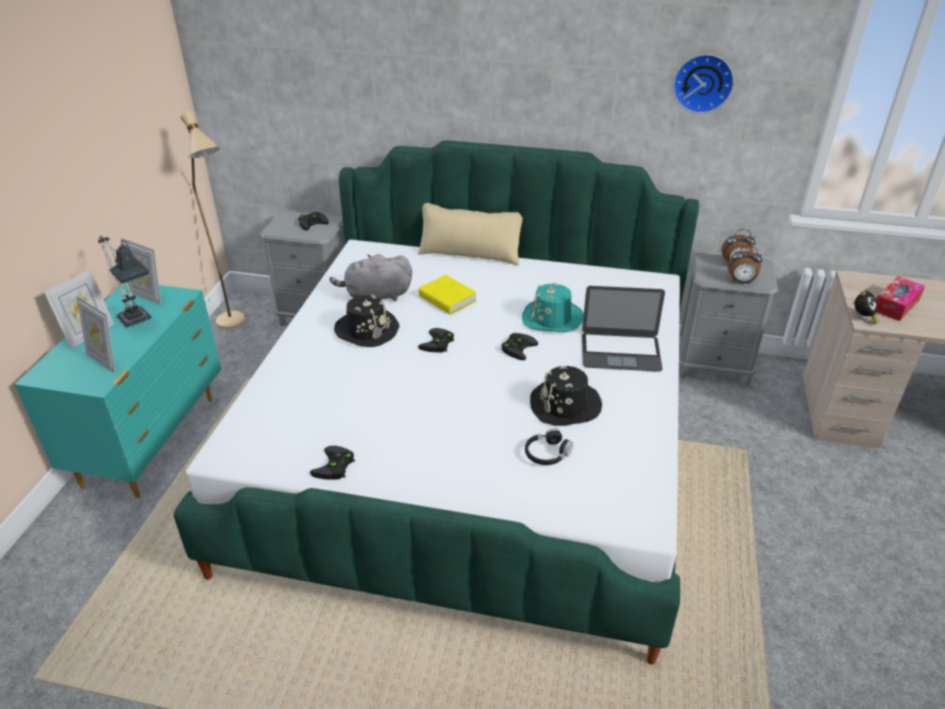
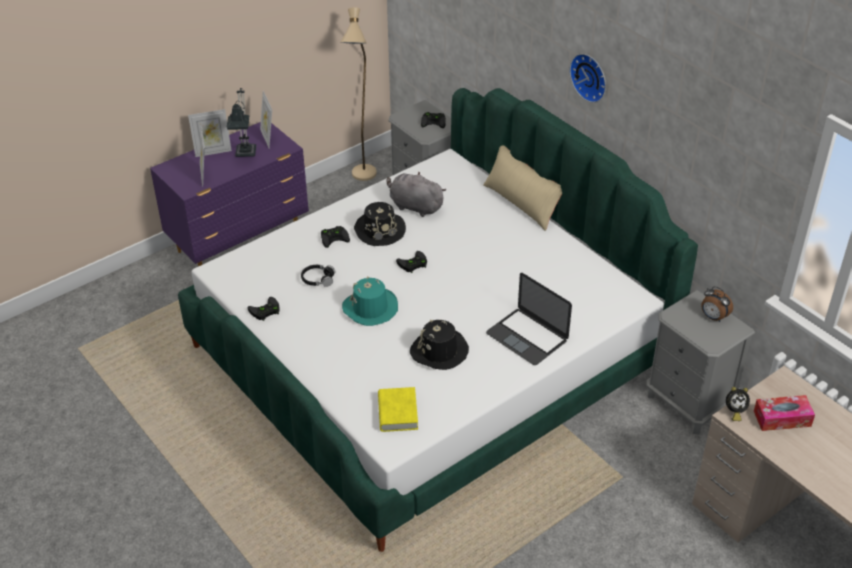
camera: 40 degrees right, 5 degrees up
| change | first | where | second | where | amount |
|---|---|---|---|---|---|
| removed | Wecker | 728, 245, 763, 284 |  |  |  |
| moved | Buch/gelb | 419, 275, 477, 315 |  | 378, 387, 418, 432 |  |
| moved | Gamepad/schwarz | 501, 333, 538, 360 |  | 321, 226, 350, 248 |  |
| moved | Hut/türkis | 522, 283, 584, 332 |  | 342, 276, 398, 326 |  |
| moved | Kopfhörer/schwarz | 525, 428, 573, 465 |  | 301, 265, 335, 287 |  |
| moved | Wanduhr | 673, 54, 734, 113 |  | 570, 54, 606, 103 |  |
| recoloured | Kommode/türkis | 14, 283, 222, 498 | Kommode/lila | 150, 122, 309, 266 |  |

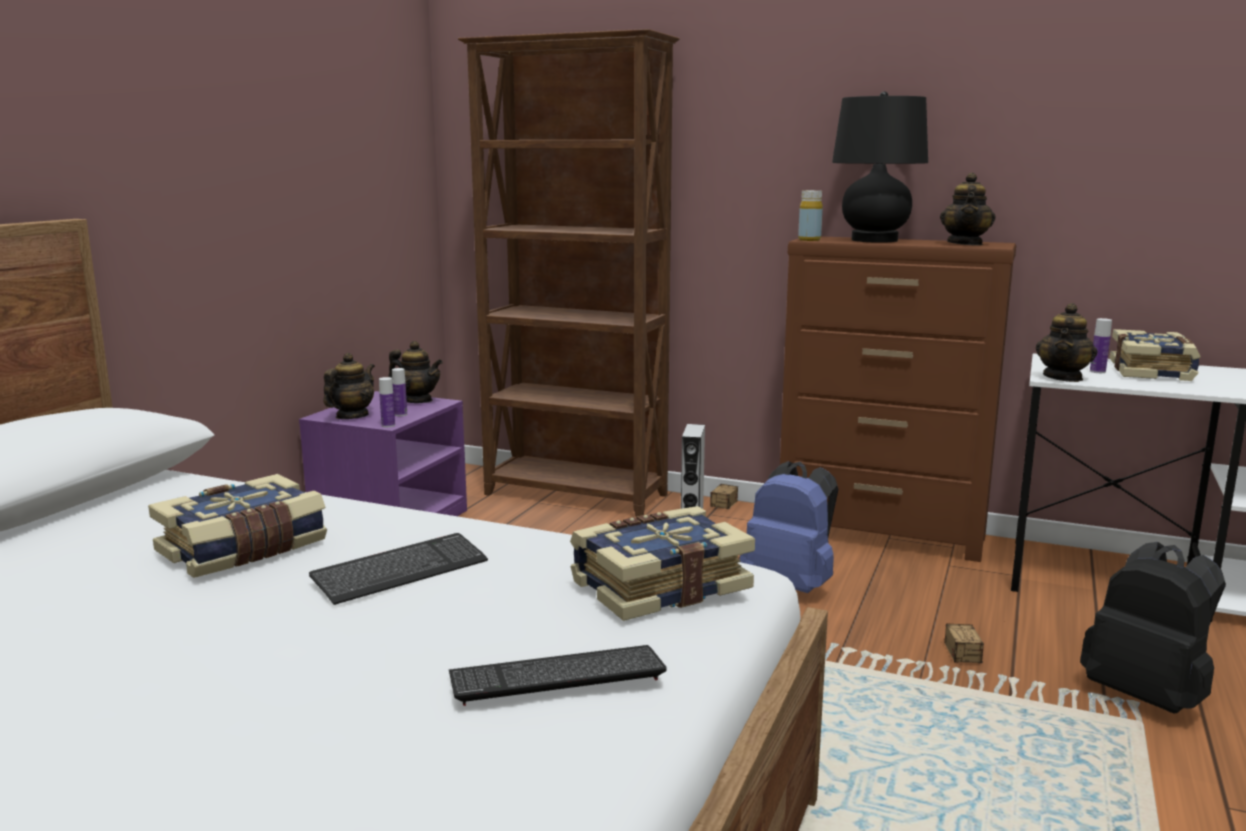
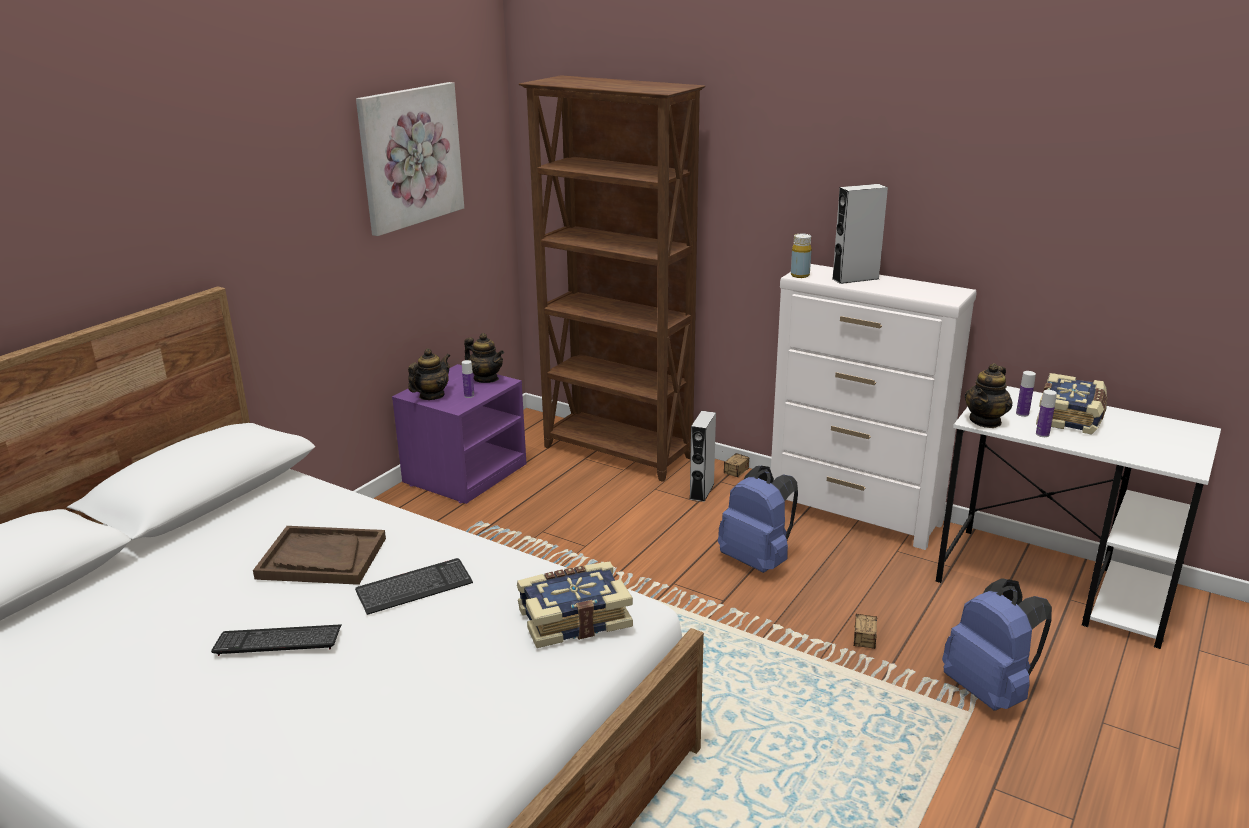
camera: 10 degrees right, 10 degrees up
| change | first | where | second | where | amount |
|---|---|---|---|---|---|
| removed | Teekanne | 940, 172, 996, 246 |  |  |  |
| added |  |  | Bild | 356, 82, 464, 236 |  |
| moved | Flasche | 379, 377, 395, 427 |  | 1036, 390, 1057, 437 |  |
| moved | Tastatur | 449, 645, 667, 706 |  | 211, 624, 342, 656 |  |
| replaced | Buch | 148, 474, 327, 578 | Tablett/braun | 253, 526, 386, 585 |  |
| replaced | Tischlampe/schwarz | 832, 91, 928, 243 | Lautsprecher/grau | 832, 184, 888, 284 |  |
| recoloured | Kommode/braun | 780, 236, 1016, 562 | Kommode/weiß | 771, 264, 977, 550 |  |
| recoloured | Rucksack/schwarz | 1080, 542, 1226, 714 | Rucksack/blau | 942, 578, 1052, 711 |  |

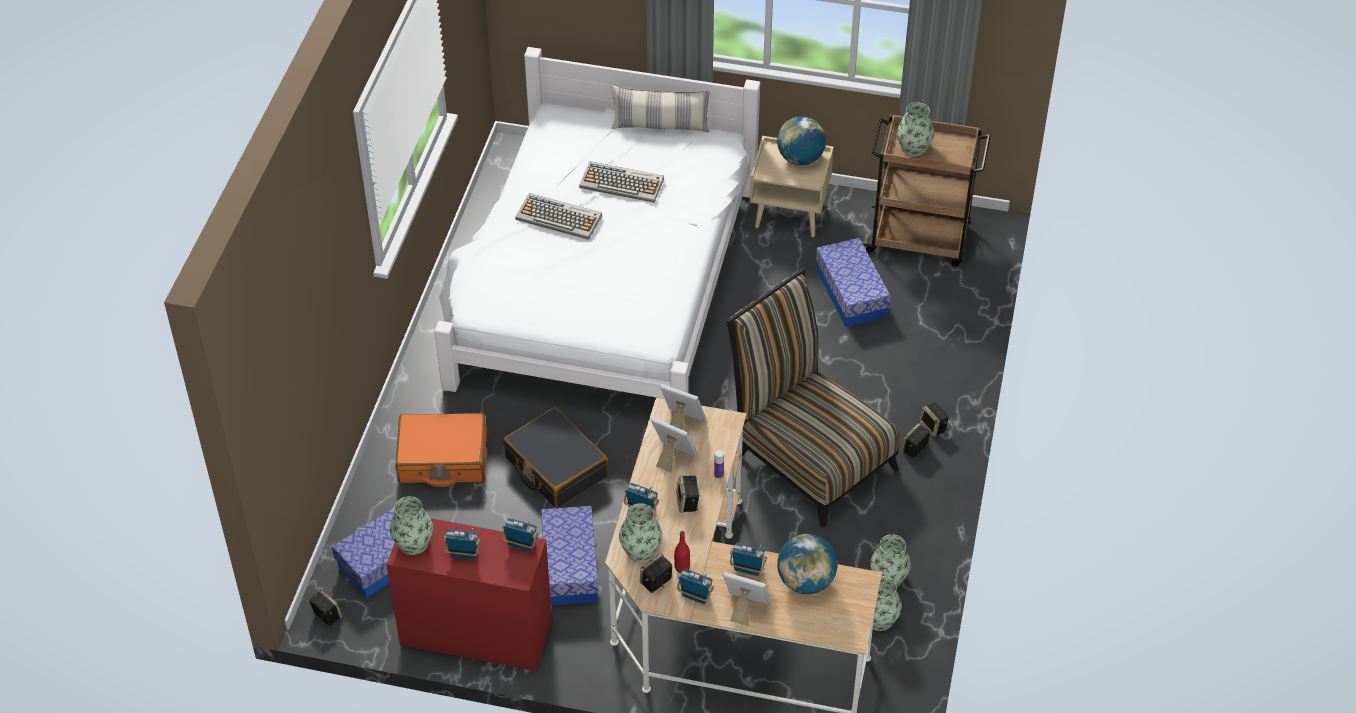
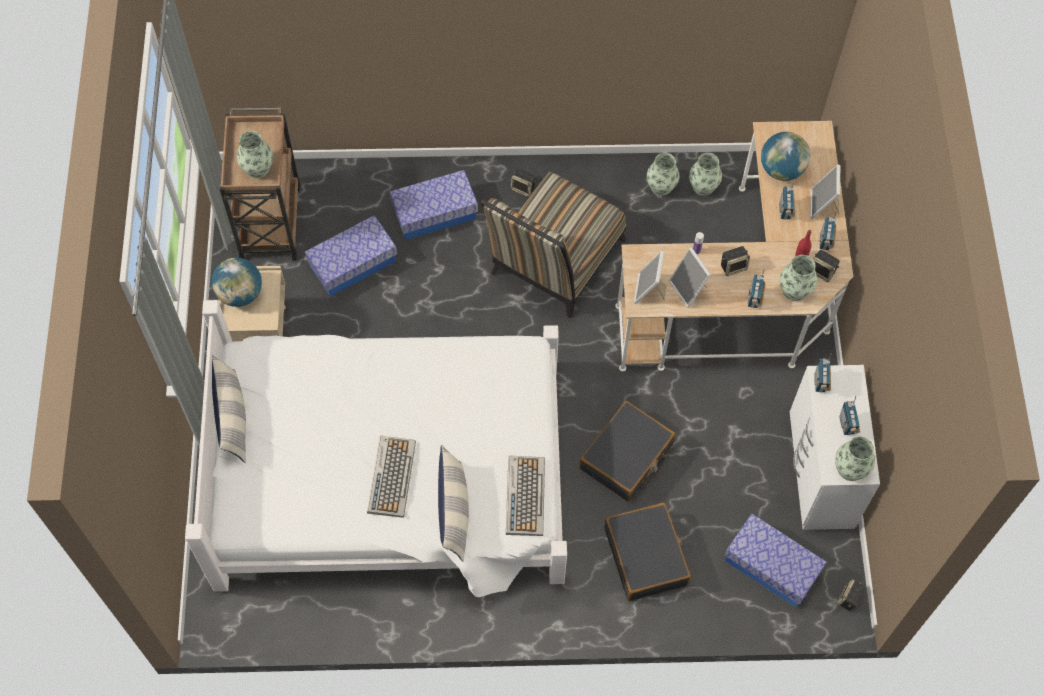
camera: 105 degrees left, 15 degrees up
| change | first | where | second | where | amount |
|---|---|---|---|---|---|
| removed | Lautsprecher | 919, 402, 949, 437 |  |  |  |
| added |  |  | Kissen | 438, 445, 469, 562 |  |
| moved | Aufbewahrungsbox | 541, 506, 598, 605 |  | 390, 170, 478, 240 |  |
| moved | Tastatur | 579, 161, 664, 203 |  | 506, 456, 545, 536 |  |
| recoloured | Kommode/rot | 386, 518, 552, 671 | Kommode/weiß | 790, 365, 880, 530 |  |
| recoloured | Koffer/orange | 395, 413, 487, 487 | Koffer/schwarz | 604, 503, 691, 601 |  |
| turned | Bilderrahmen | 651, 417, 697, 473 |  | 669, 247, 711, 308 | 45 degrees counterclockwise |

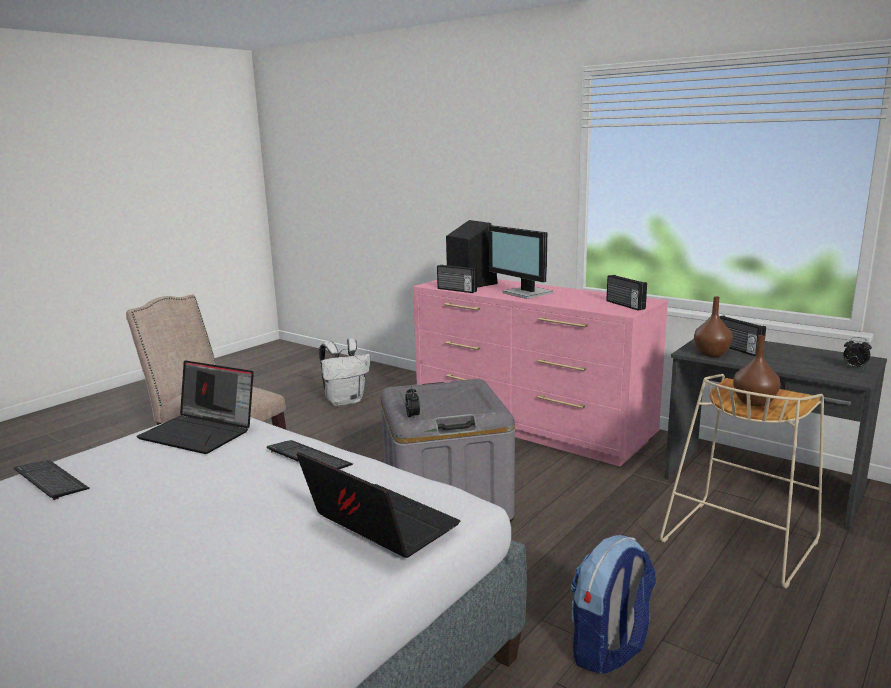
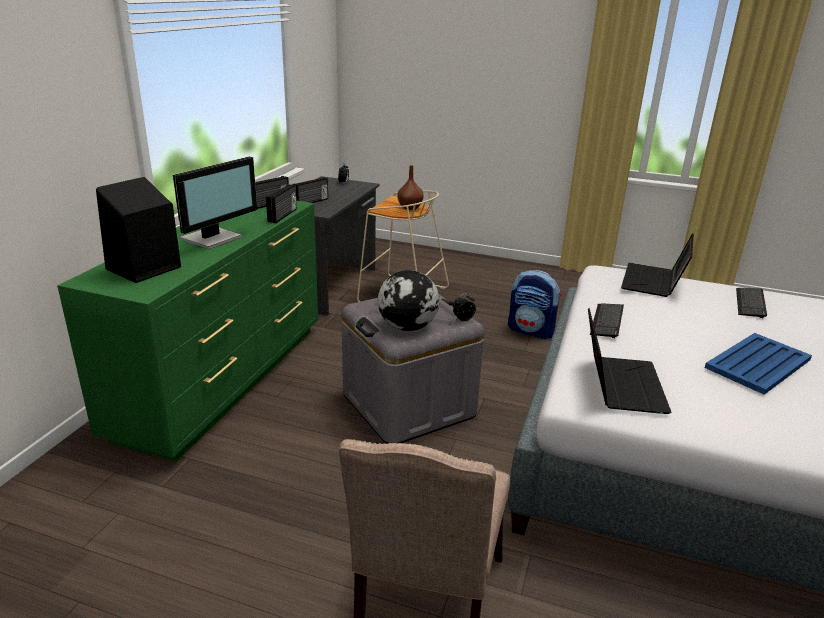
camera: 110 degrees left, 10 degrees up
| change | first | where | second | where | amount |
|---|---|---|---|---|---|
| removed | Rucksack/weiß | 319, 338, 370, 406 |  |  |  |
| removed | Vase/braun | 694, 296, 733, 357 |  |  |  |
| added |  |  | Globus | 378, 270, 440, 331 |  |
| added |  |  | Tablett/blau | 705, 333, 812, 395 |  |
| moved | Tastatur | 14, 460, 90, 500 |  | 736, 288, 767, 318 |  |
| moved | Radio | 437, 265, 477, 293 |  | 266, 184, 296, 223 |  |
| recoloured | Kommode/rosa | 413, 279, 668, 466 | Kommode/grün | 57, 201, 318, 462 |  |

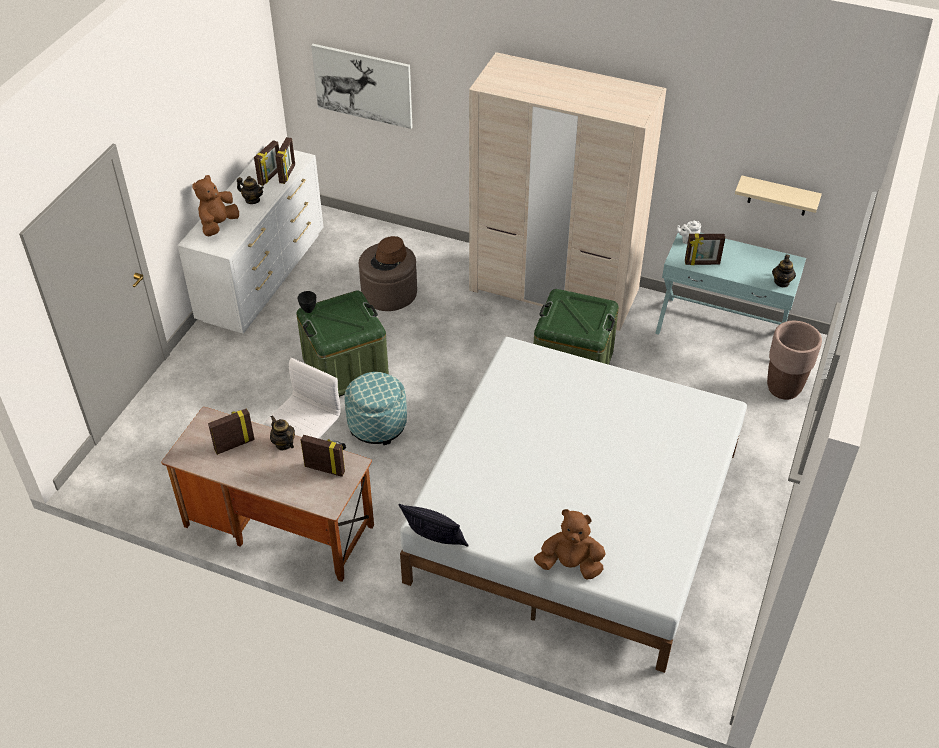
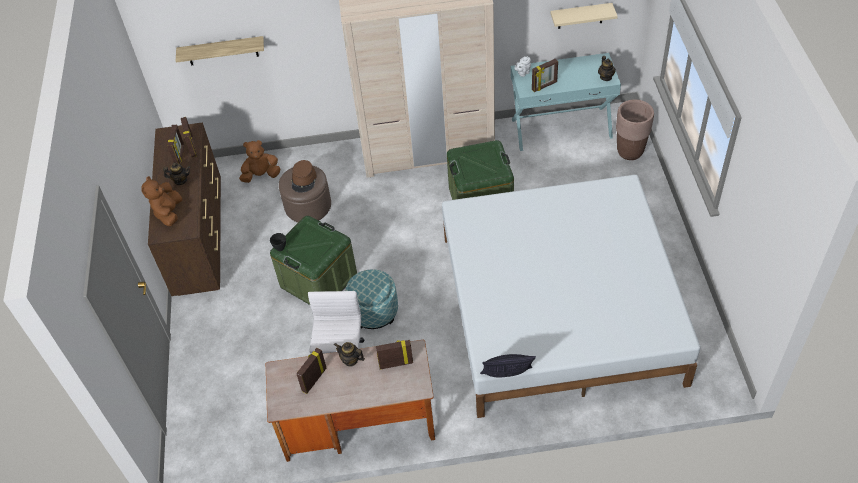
camera: 25 degrees left, 5 degrees up
| change | first | where | second | where | amount |
|---|---|---|---|---|---|
| moved | Plüschtier/braun | 534, 509, 606, 580 |  | 239, 140, 280, 183 |  |
| replaced | Bild | 311, 44, 412, 129 | Wandregal | 176, 36, 264, 65 |  |
| recoloured | Kommode/weiß | 178, 144, 323, 334 | Kommode/braun | 148, 123, 221, 296 |  |

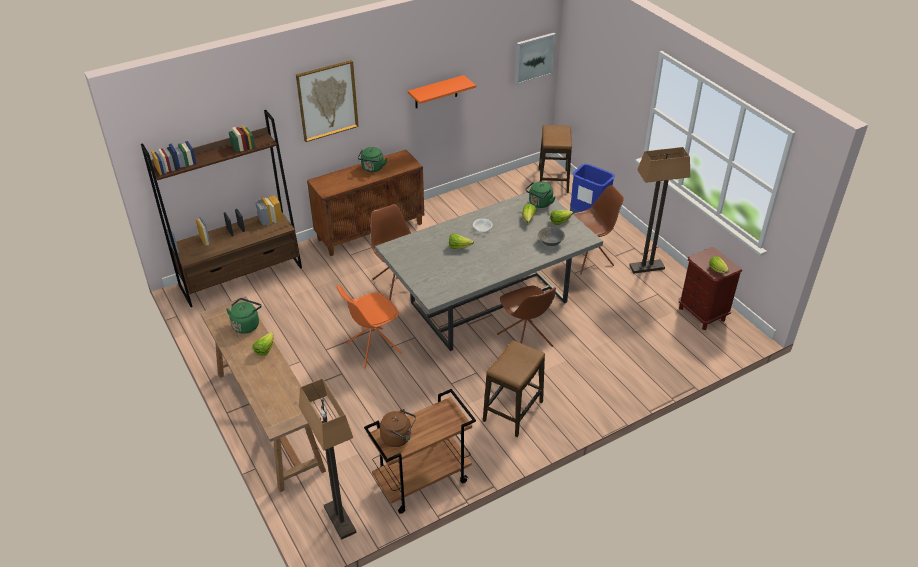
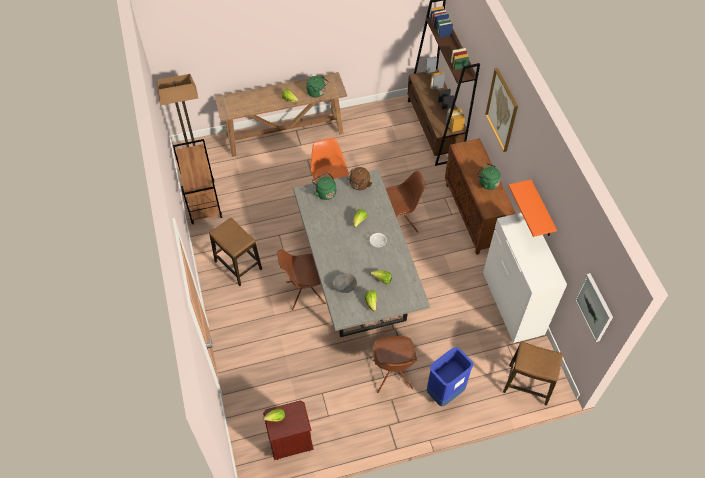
camera: 105 degrees right, 15 degrees up
| change | first | where | second | where | amount |
|---|---|---|---|---|---|
| removed | Stehlampe | 629, 147, 690, 274 |  |  |  |
| added |  |  | Kommode/weiß | 483, 213, 567, 343 |  |
| moved | Wasserkessel/braun | 380, 409, 416, 447 |  | 346, 167, 372, 190 |  |
| moved | Wasserkessel/grün | 525, 181, 556, 208 |  | 312, 172, 336, 200 |  |

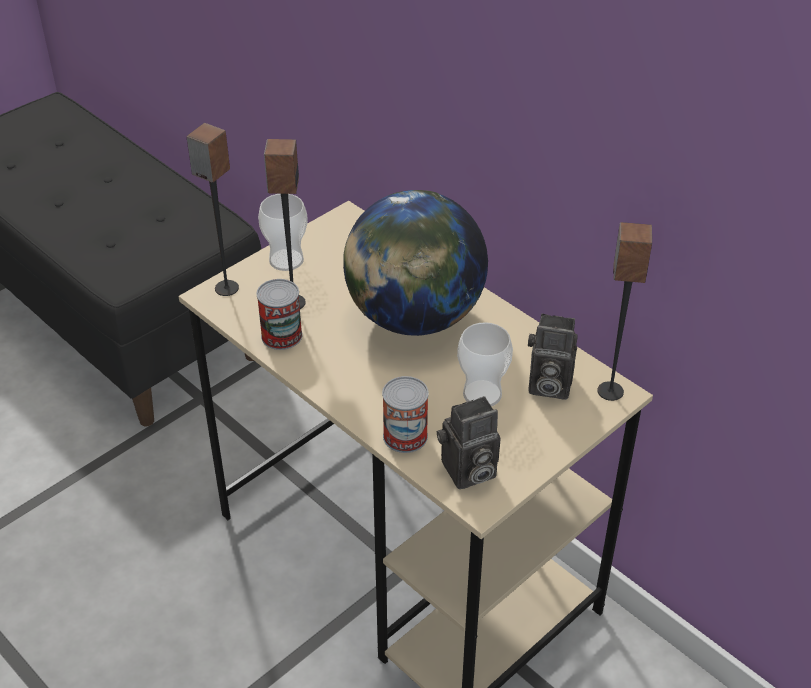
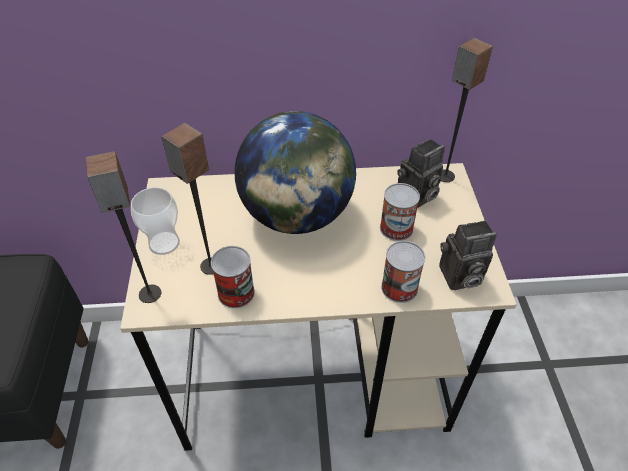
camera: 50 degrees left, 5 degrees up
| change | first | where | second | where | amount |
|---|---|---|---|---|---|
| replaced | Tasse | 457, 322, 513, 406 | Dose | 380, 183, 420, 241 |  |
| turned | Kamera | 437, 396, 501, 489 |  | 439, 220, 497, 290 | 60 degrees clockwise |

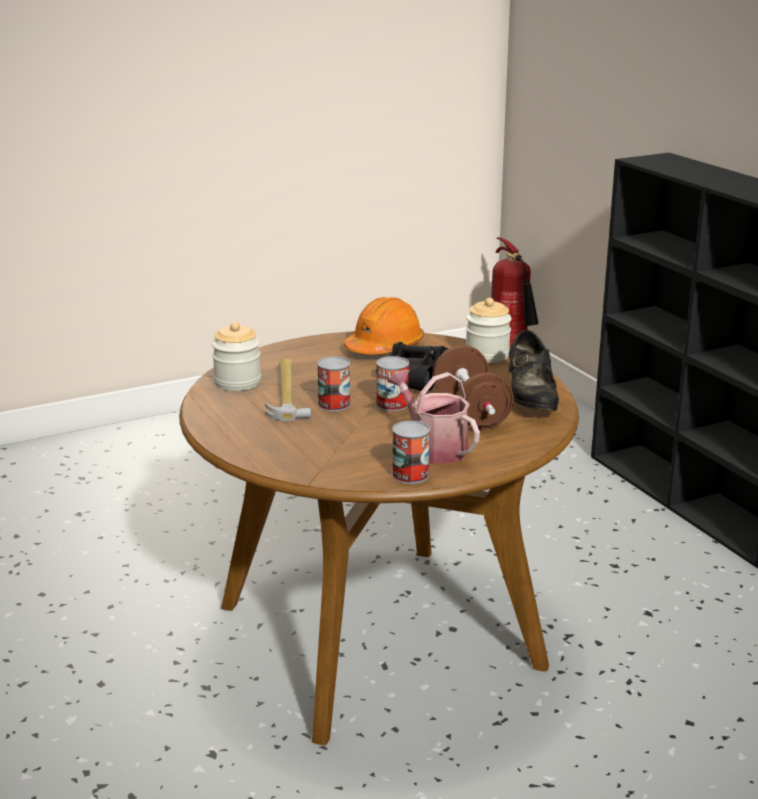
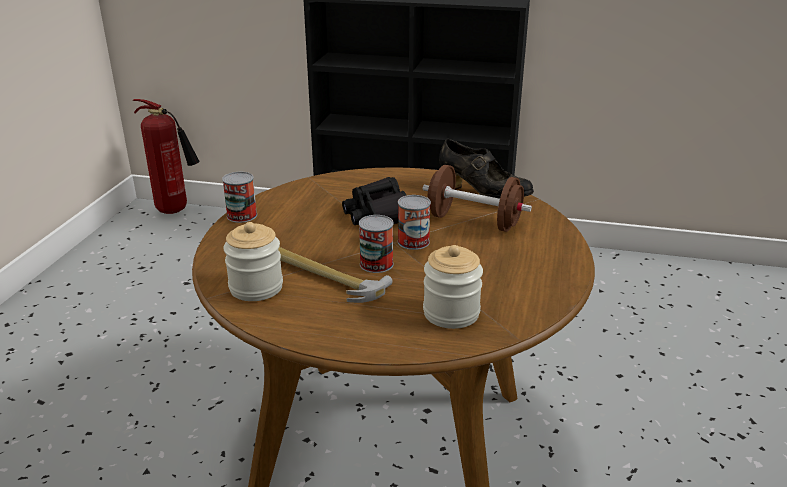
camera: 50 degrees left, 5 degrees up
| change | first | where | second | where | amount |
|---|---|---|---|---|---|
| removed | Schutzhelm/orange | 344, 297, 424, 354 |  |  |  |
| removed | Gießkanne | 387, 370, 480, 464 |  |  |  |
| moved | Dose | 392, 421, 430, 484 |  | 222, 172, 257, 223 |  |
| moved | Vorratsglas | 466, 298, 512, 363 |  | 423, 245, 483, 329 |  |

